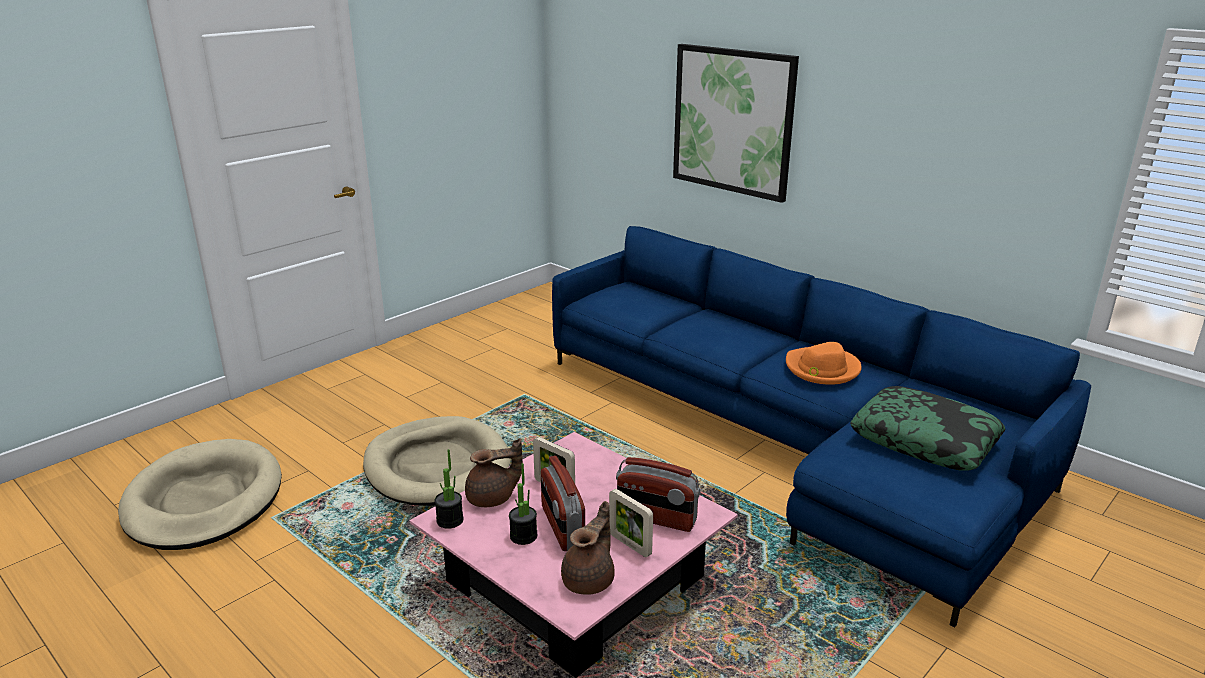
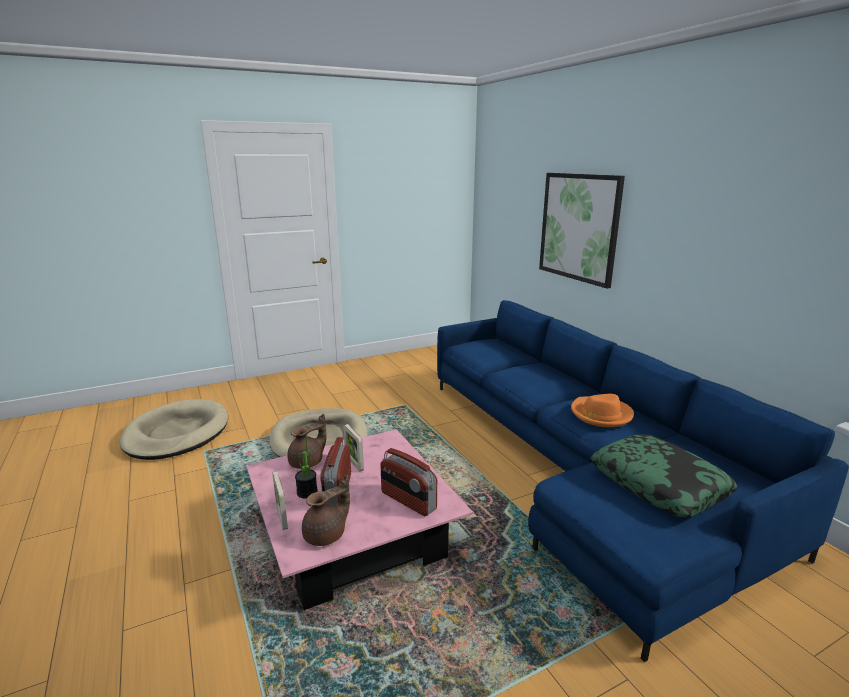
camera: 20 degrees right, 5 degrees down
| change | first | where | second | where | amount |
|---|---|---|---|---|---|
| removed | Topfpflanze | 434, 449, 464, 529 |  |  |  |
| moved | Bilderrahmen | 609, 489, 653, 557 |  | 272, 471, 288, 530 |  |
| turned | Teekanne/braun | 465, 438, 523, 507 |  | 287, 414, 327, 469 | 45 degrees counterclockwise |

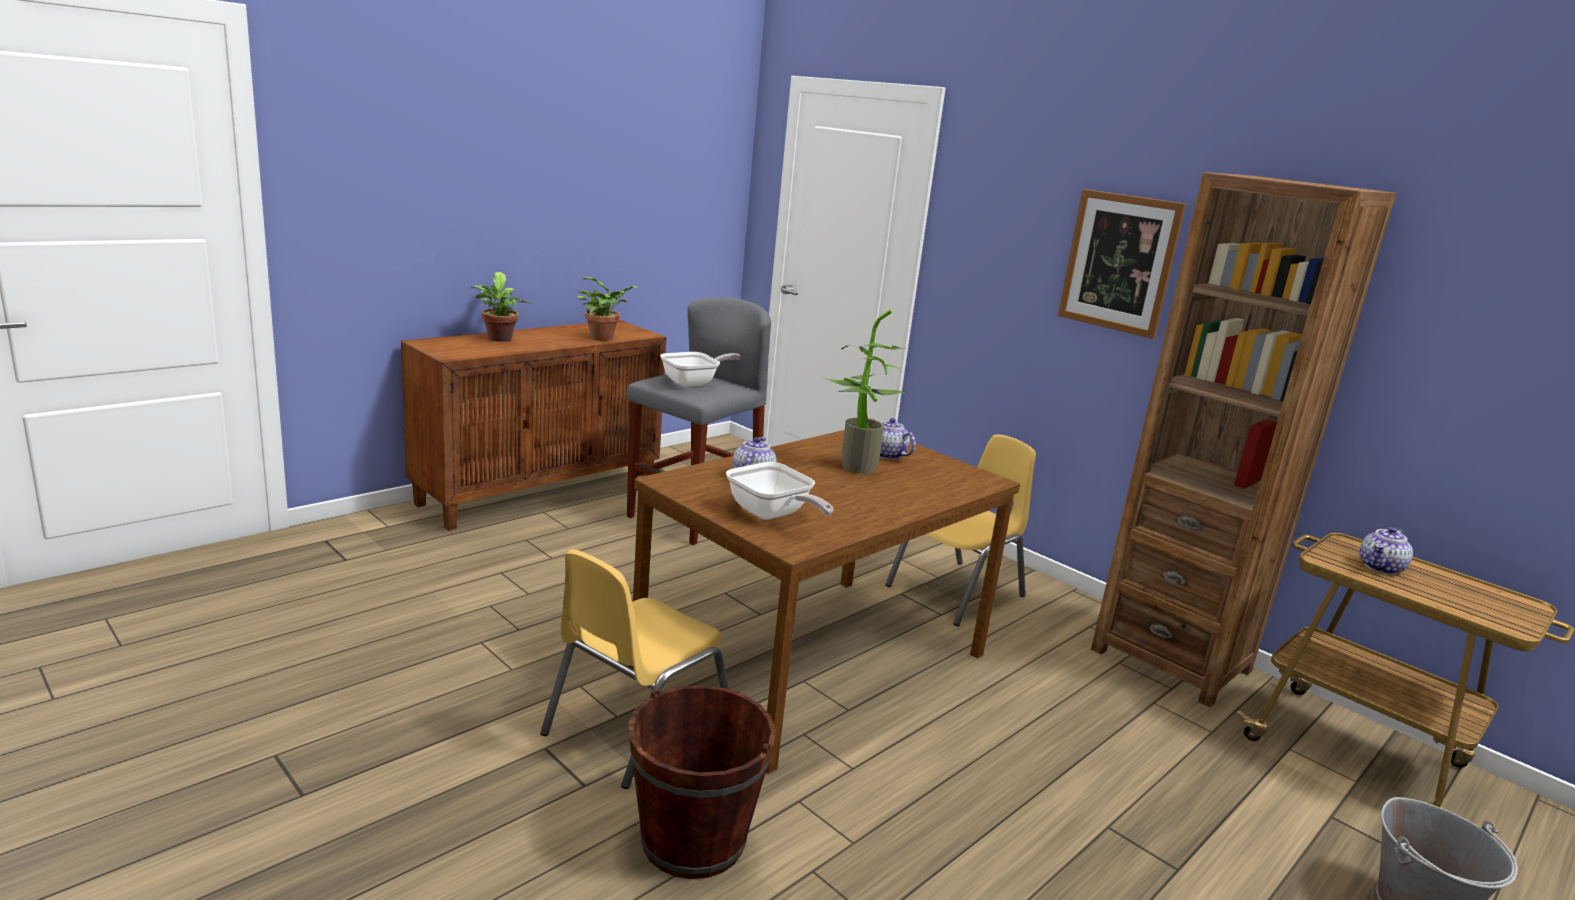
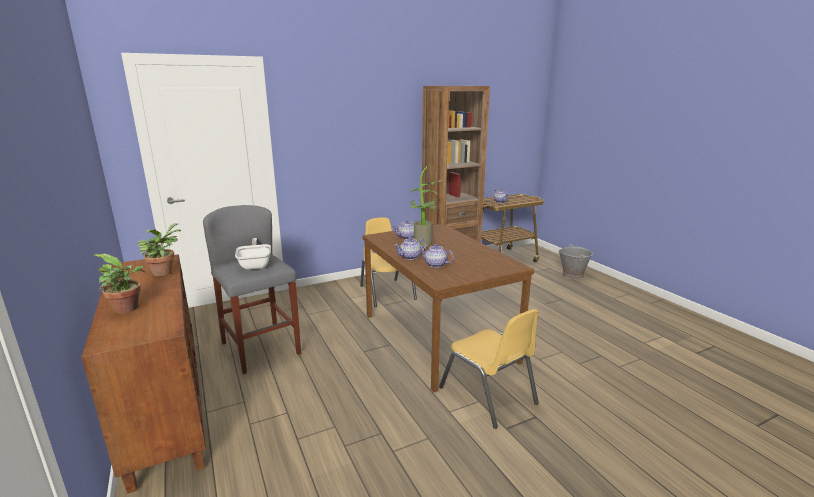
camera: 70 degrees left, 0 degrees up
| change | first | where | second | where | amount |
|---|---|---|---|---|---|
| removed | Eimer/braun | 628, 685, 776, 879 |  |  |  |
| removed | Pfanne | 726, 462, 834, 520 |  |  |  |
| removed | Bild | 1058, 189, 1186, 339 |  |  |  |
| added |  |  | Teekanne | 394, 237, 426, 260 |  |

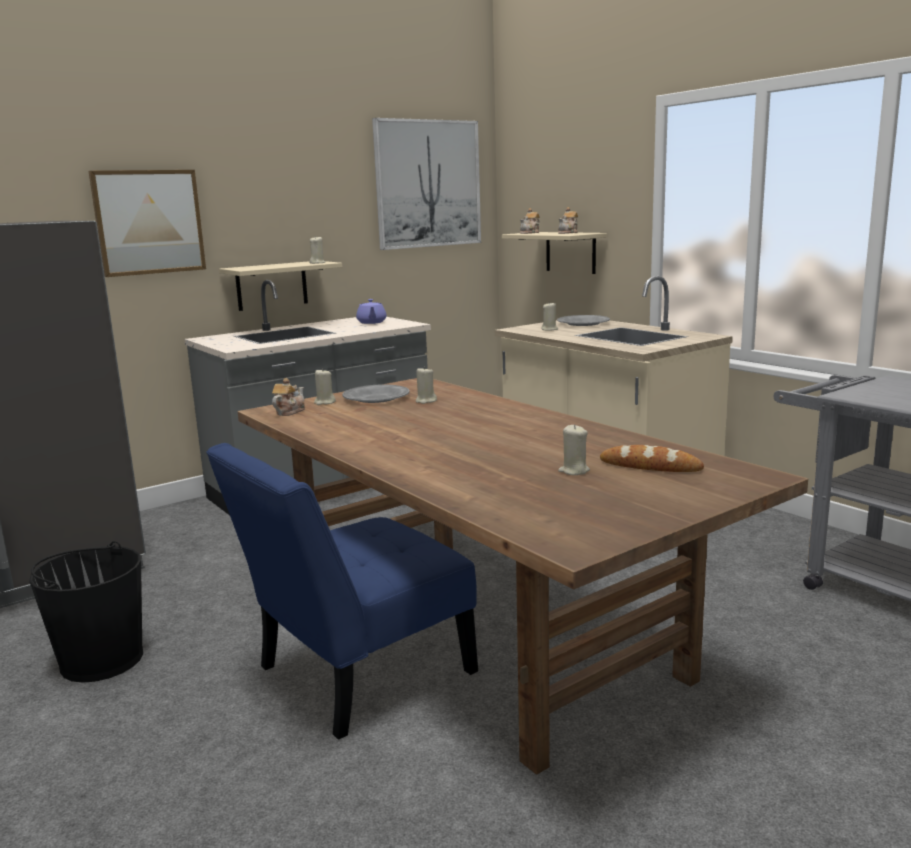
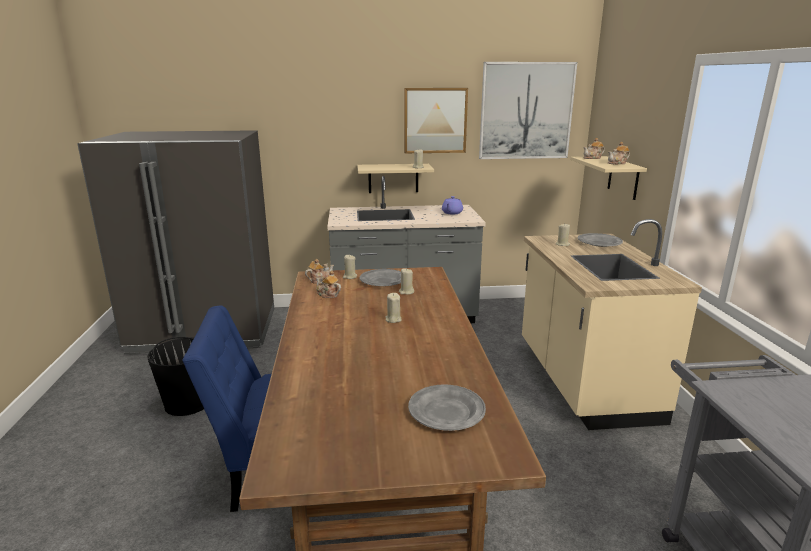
camera: 30 degrees right, 5 degrees up
| change | first | where | second | where | amount |
|---|---|---|---|---|---|
| added |  |  | Teekanne | 316, 270, 341, 298 |  |
| moved | Bild | 88, 170, 206, 277 |  | 404, 88, 468, 153 |  |
| moved | Kerze/beige | 558, 424, 590, 475 |  | 385, 293, 401, 323 |  |
| replaced | Brot | 600, 445, 704, 472 | Teller/grau | 408, 384, 486, 431 |  |

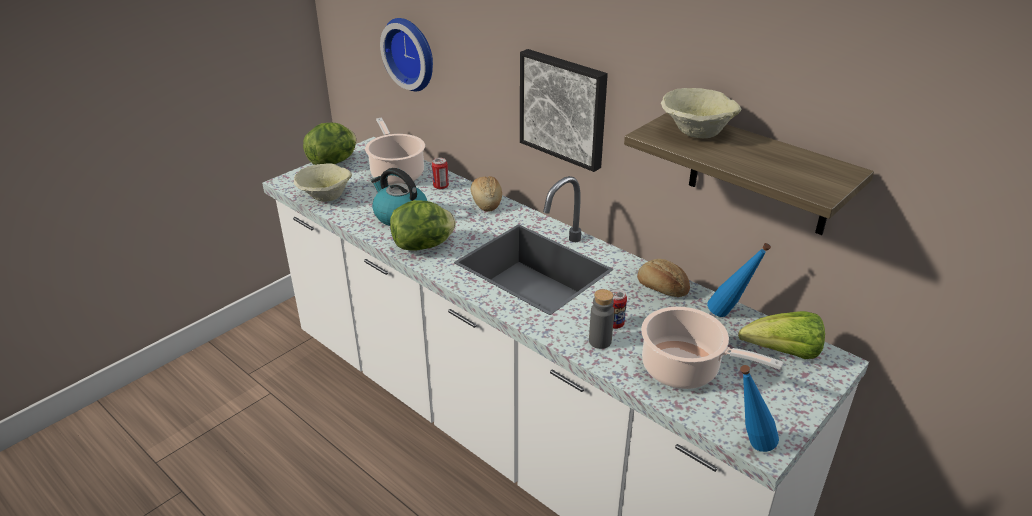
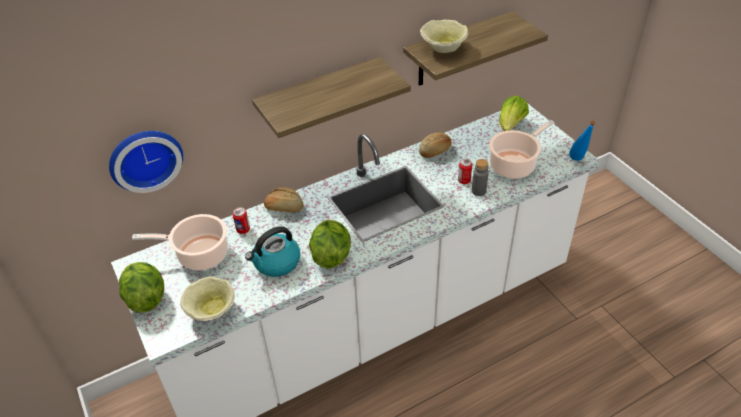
camera: 70 degrees left, 10 degrees up
| change | first | where | second | where | amount |
|---|---|---|---|---|---|
| removed | Flasche/blau | 707, 243, 771, 317 |  |  |  |
| replaced | Bild | 520, 49, 608, 172 | Wandregal | 252, 57, 411, 138 |  |

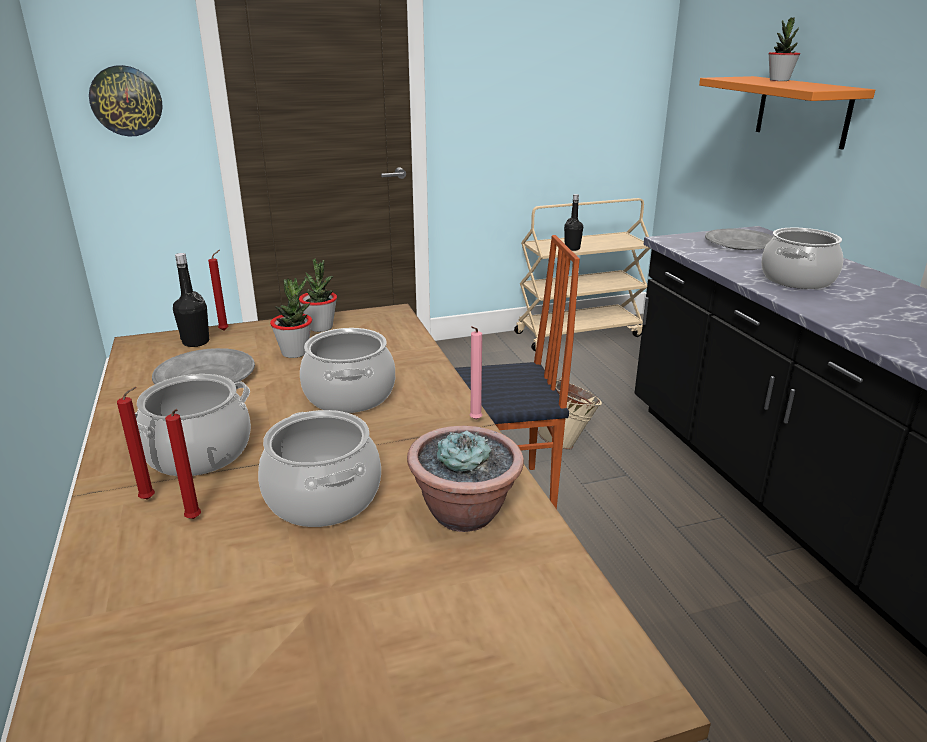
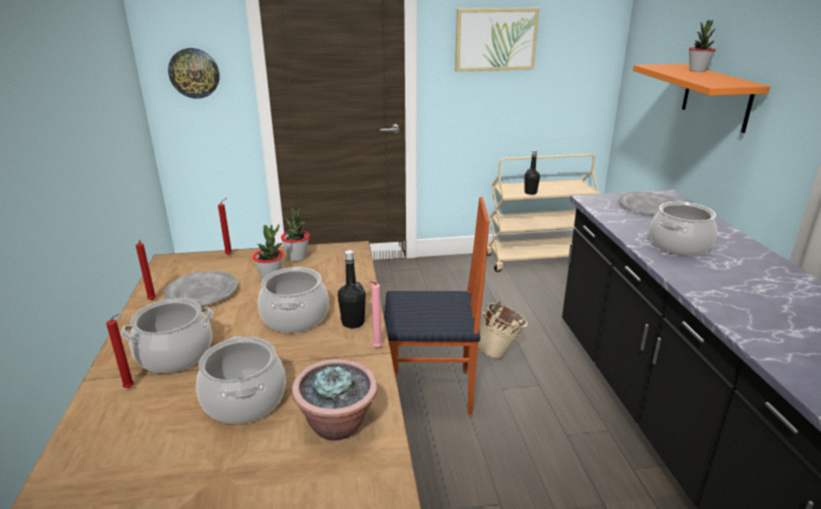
camera: 10 degrees right, 0 degrees up
| change | first | where | second | where | amount |
|---|---|---|---|---|---|
| added |  |  | Bild | 455, 8, 539, 72 |  |
| moved | Kerze/rot | 165, 409, 201, 519 |  | 136, 240, 156, 301 |  |
| moved | Flasche/schwarz | 173, 253, 209, 347 |  | 338, 250, 366, 329 |  |

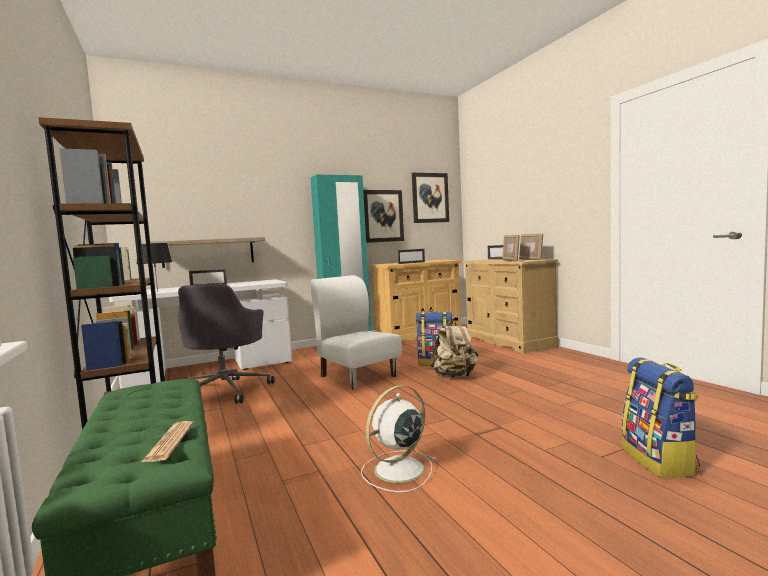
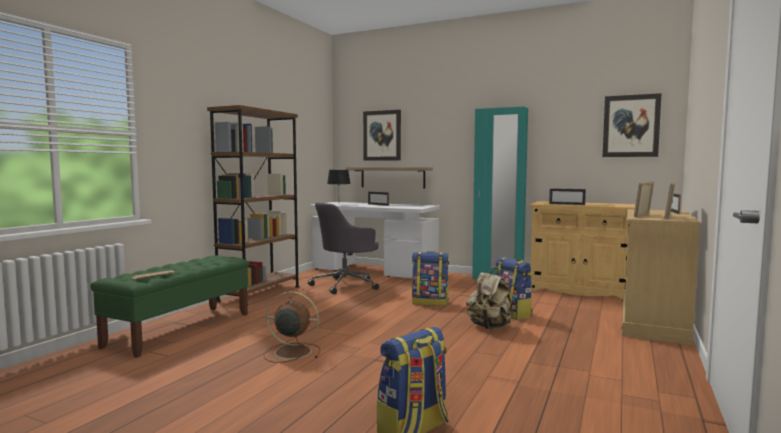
camera: 50 degrees right, 0 degrees up
| change | first | where | second | where | amount |
|---|---|---|---|---|---|
| moved | Bild | 363, 190, 404, 243 |  | 363, 110, 401, 161 |  |
| replaced | Stuhl/weiß | 310, 275, 402, 390 | Rucksack | 412, 251, 449, 306 |  |
| recoloured | Ventilator/weiß | 361, 385, 437, 492 | Ventilator/braun | 263, 291, 320, 363 |  |

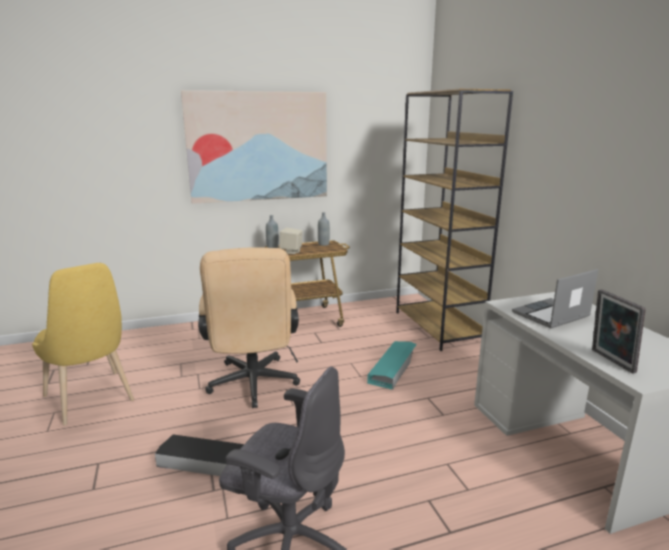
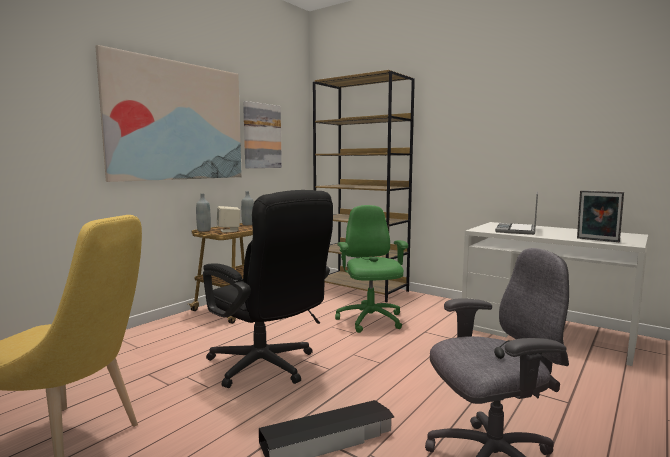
camera: 35 degrees left, 10 degrees down
| change | first | where | second | where | amount |
|---|---|---|---|---|---|
| added |  |  | Bild | 243, 101, 282, 168 |  |
| replaced | Aufbewahrungsbox/türkis | 367, 341, 417, 390 | Bürostuhl/grün | 335, 205, 408, 333 |  |
| recoloured | Bürostuhl/beige | 198, 247, 300, 408 | Bürostuhl/schwarz | 203, 190, 333, 388 |  |

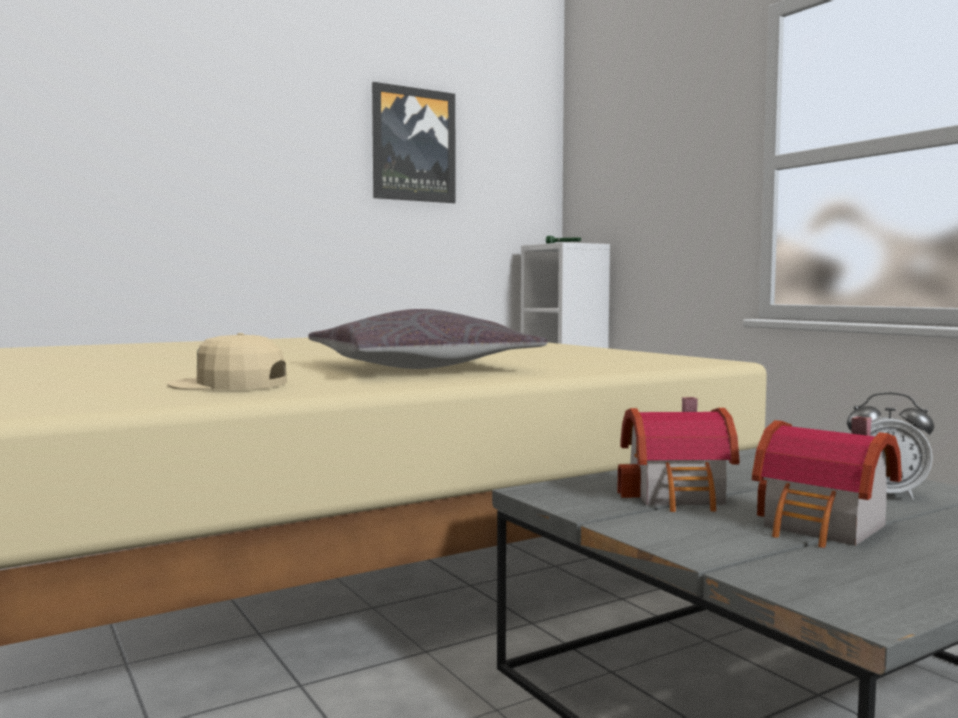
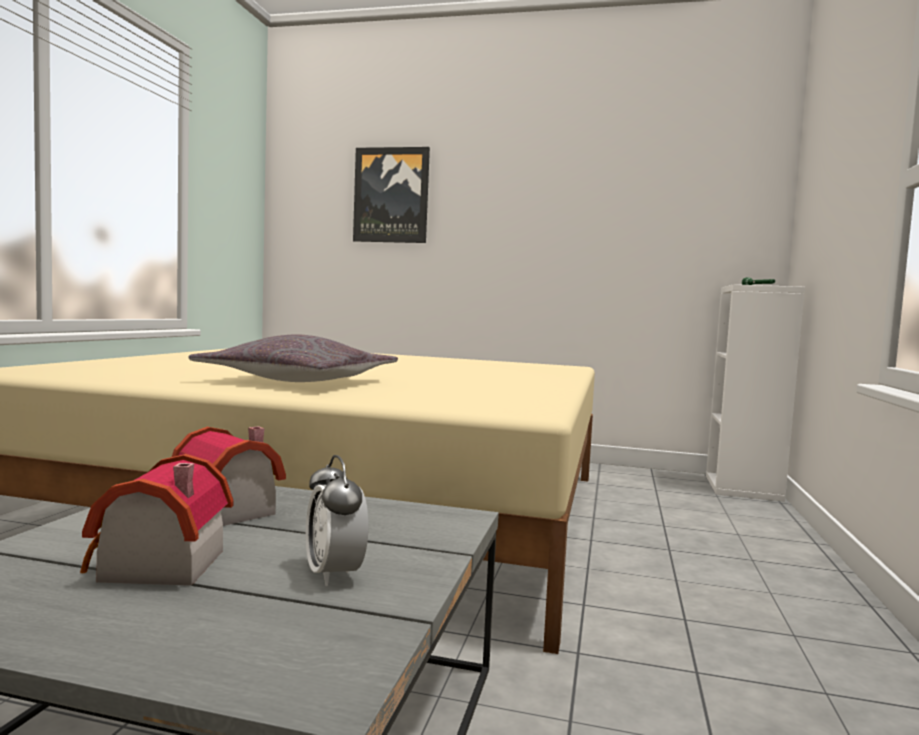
camera: 45 degrees right, 0 degrees up
| change | first | where | second | where | amount |
|---|---|---|---|---|---|
| removed | Kappe/beige | 168, 333, 287, 390 |  |  |  |
| moved | Bild | 372, 82, 456, 203 |  | 353, 147, 430, 243 |  |

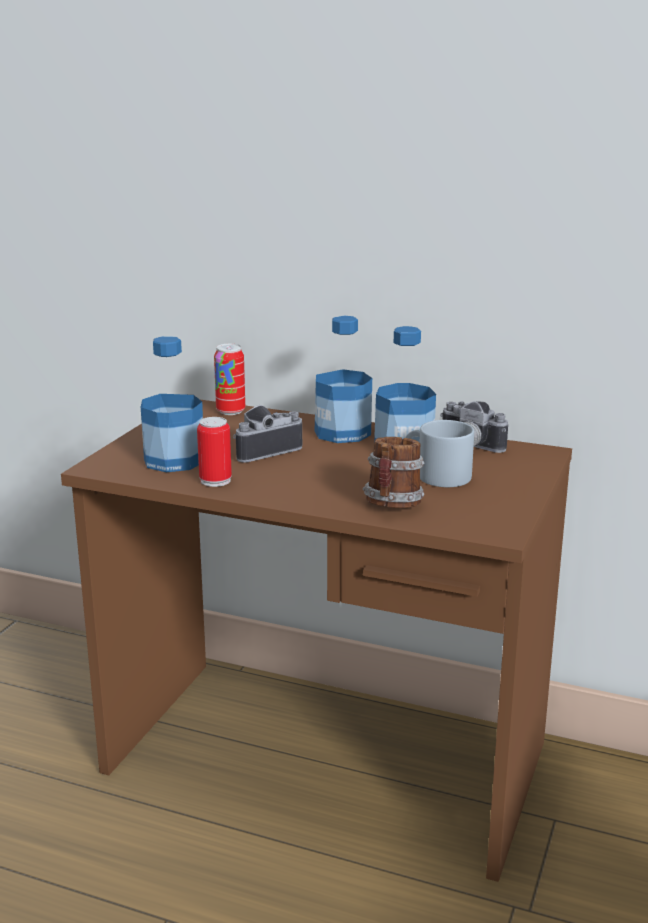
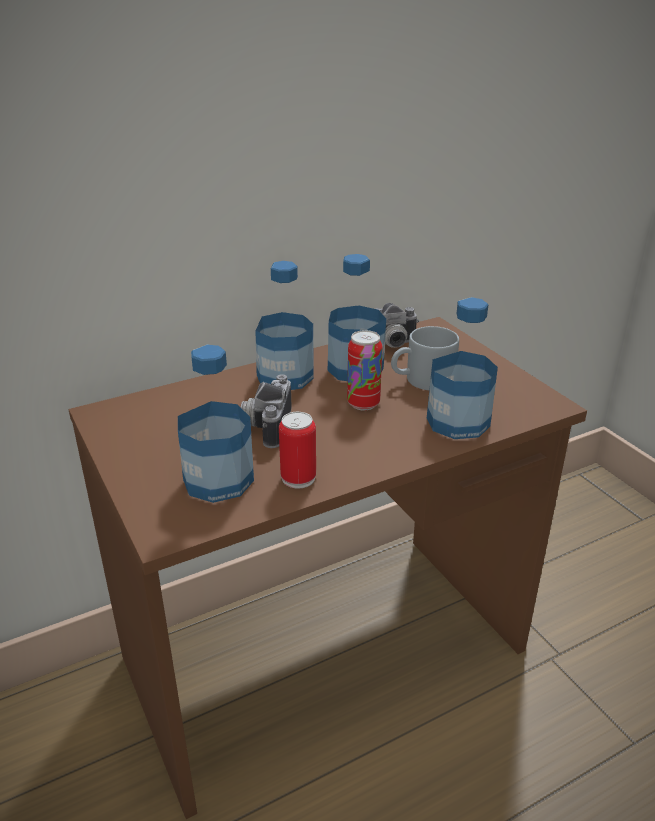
camera: 50 degrees left, 10 degrees up
| change | first | where | second | where | amount |
|---|---|---|---|---|---|
| moved | Dose | 214, 344, 245, 415 |  | 347, 330, 382, 411 |  |
| replaced | Henkelbecher | 363, 437, 424, 508 | Flasche | 427, 297, 498, 439 |  |

